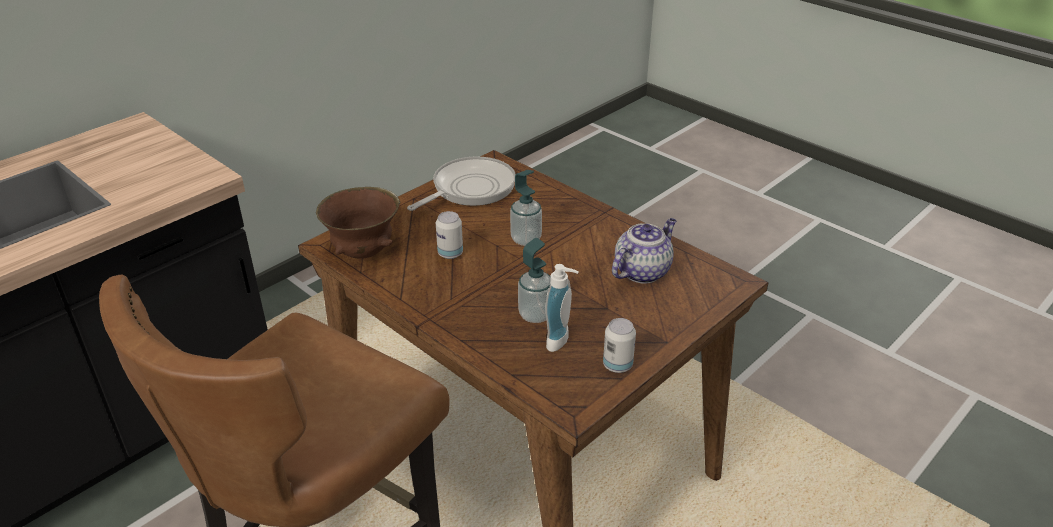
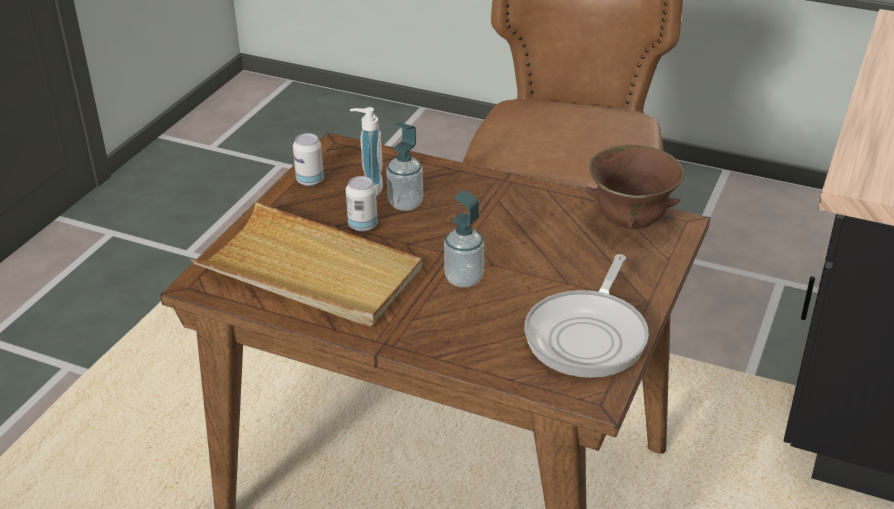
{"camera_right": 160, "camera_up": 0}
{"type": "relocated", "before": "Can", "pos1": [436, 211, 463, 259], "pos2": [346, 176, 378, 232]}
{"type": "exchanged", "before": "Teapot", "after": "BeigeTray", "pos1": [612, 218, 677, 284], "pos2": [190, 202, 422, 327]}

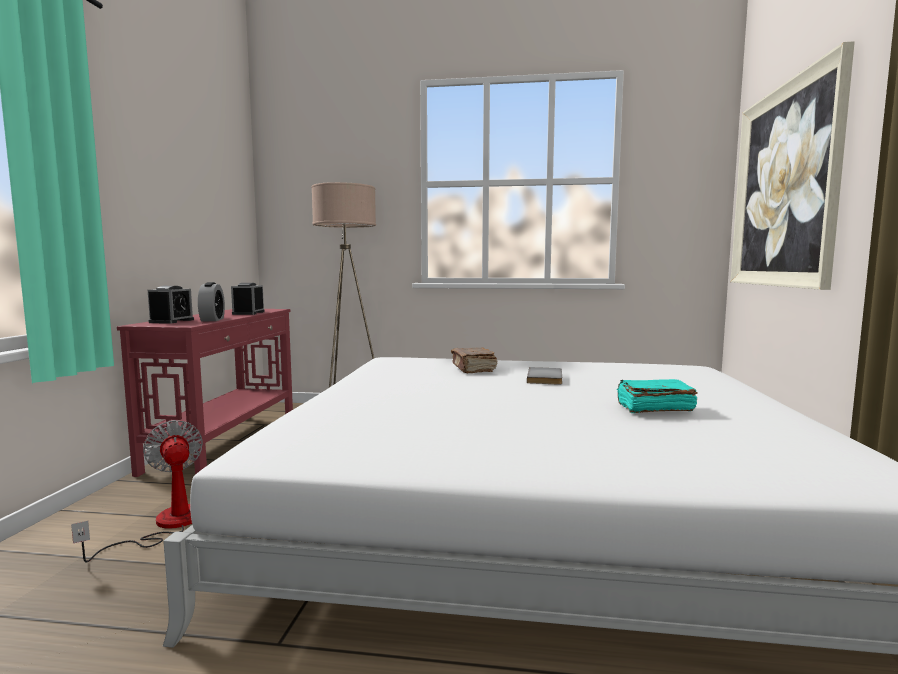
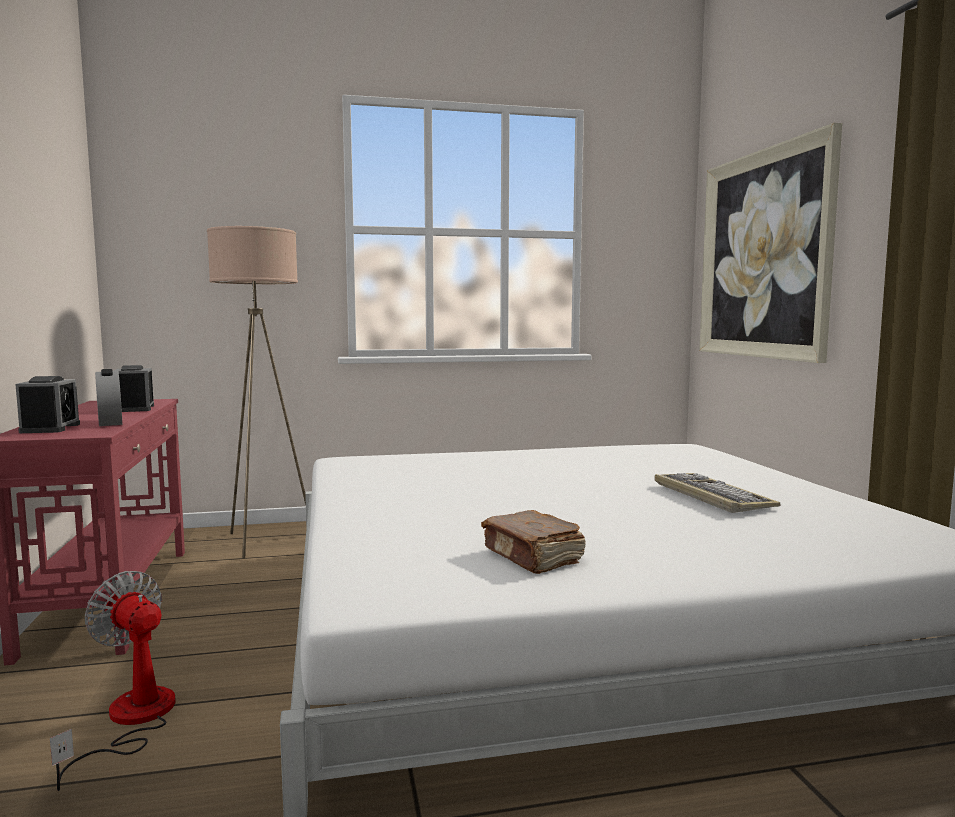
{"camera_right": -20, "camera_up": 0}
{"type": "missing", "before": "GreyBook", "pos1": [527, 367, 562, 385]}
{"type": "relocated", "before": "BrownBook", "pos1": [451, 348, 497, 373], "pos2": [481, 510, 586, 574]}
{"type": "exchanged", "before": "TurquoiseBook", "after": "Keyboard", "pos1": [617, 379, 698, 413], "pos2": [654, 473, 781, 513]}

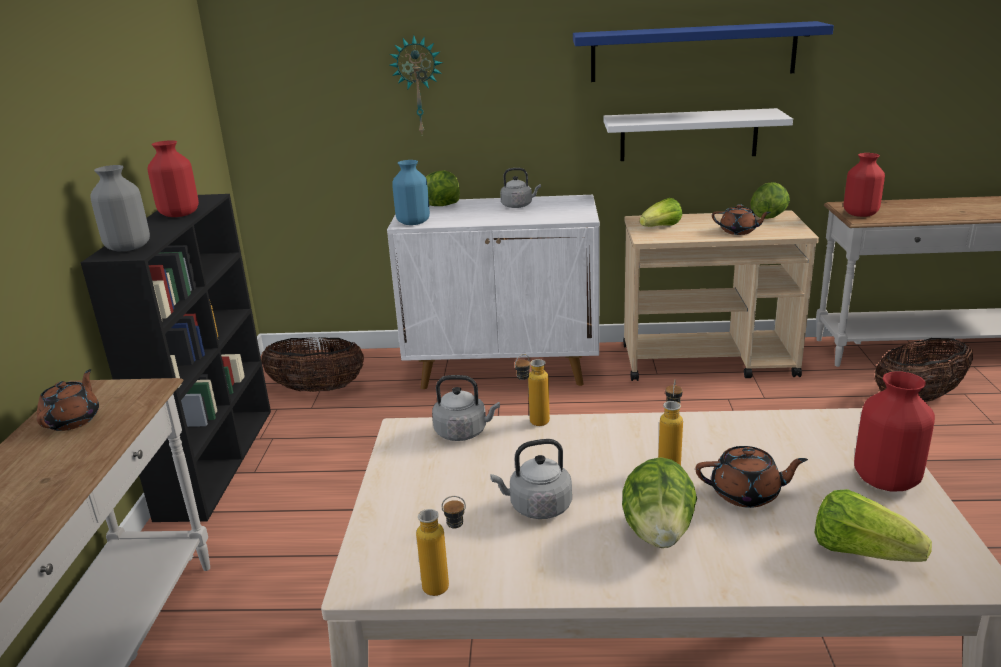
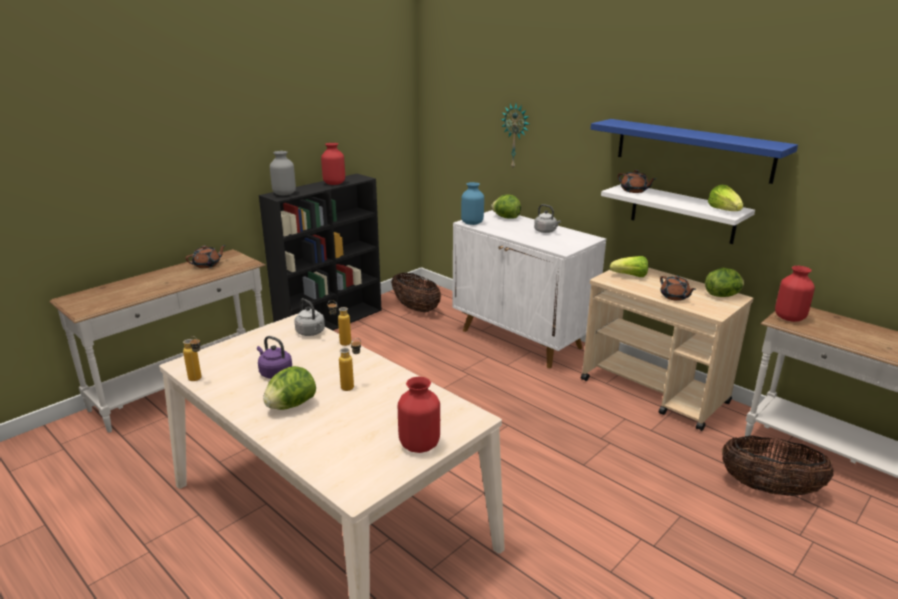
{"camera_right": 40, "camera_up": 0}
{"type": "relocated", "before": "BrownTeapot", "pos1": [695, 446, 808, 508], "pos2": [618, 170, 656, 193]}
{"type": "relocated", "before": "Lettuce", "pos1": [814, 489, 932, 562], "pos2": [708, 185, 743, 211]}
{"type": "colour", "before": "GreyKettle", "after": "PurpleKettle", "pos1": [490, 439, 572, 519], "pos2": [257, 336, 292, 379]}

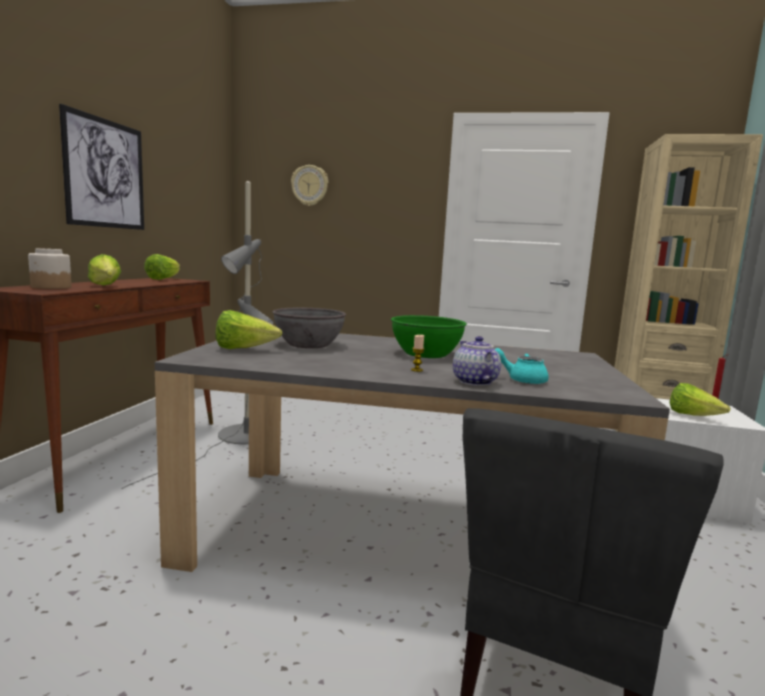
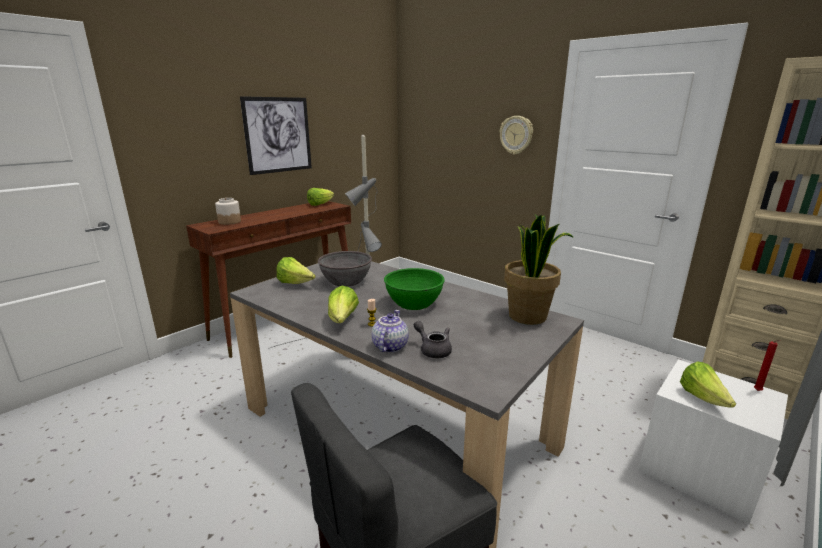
{"camera_right": 30, "camera_up": 10}
{"type": "appeared", "after": "PottedPlant", "pos2": [504, 214, 574, 325]}
{"type": "relocated", "before": "Lettuce", "pos1": [88, 254, 121, 285], "pos2": [328, 286, 359, 323]}
{"type": "relocated", "before": "WallClock", "pos1": [291, 165, 328, 206], "pos2": [500, 116, 533, 155]}
{"type": "colour", "before": "TurquoiseTeapot", "after": "GreyTeapot", "pos1": [495, 348, 549, 384], "pos2": [414, 321, 452, 358]}

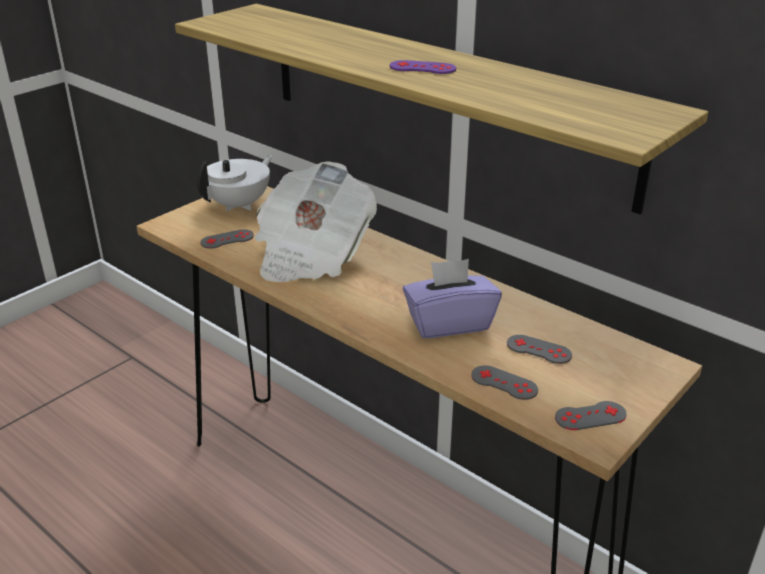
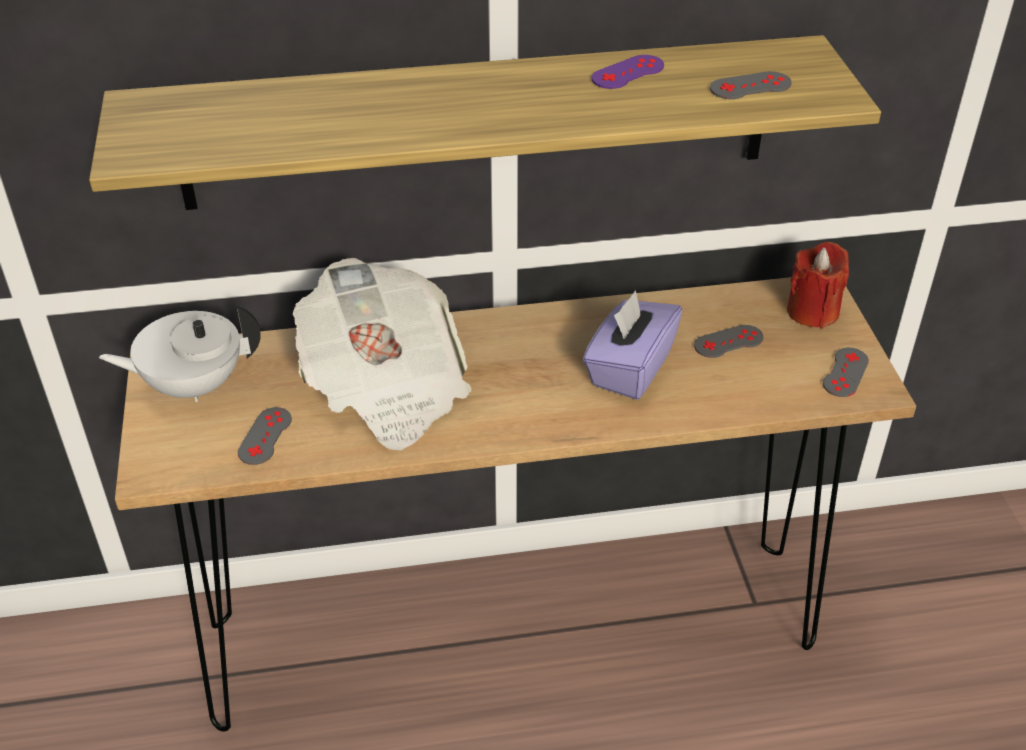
{"camera_right": -50, "camera_up": 10}
{"type": "appeared", "after": "RedCandle", "pos2": [787, 242, 849, 329]}
{"type": "relocated", "before": "PurpleGameController", "pos1": [390, 60, 456, 74], "pos2": [591, 55, 664, 89]}
{"type": "relocated", "before": "GreyGameController", "pos1": [471, 365, 538, 400], "pos2": [710, 71, 792, 99]}
{"type": "spun", "before": "WhiteTeapot", "pos1": [197, 155, 273, 211], "pos2": [99, 305, 261, 402], "turn": -90}

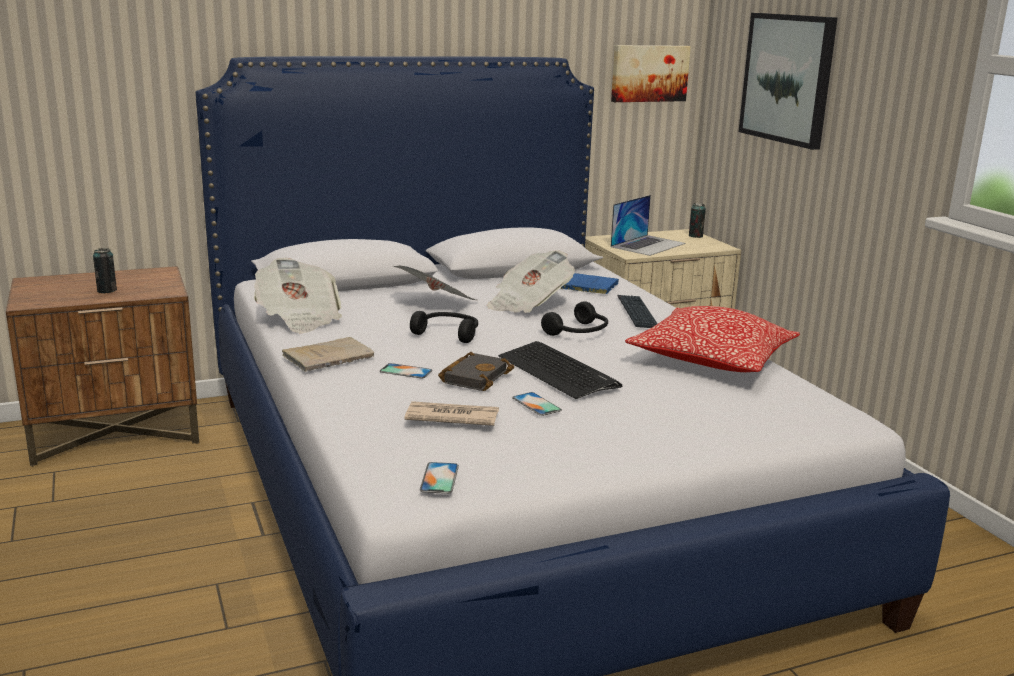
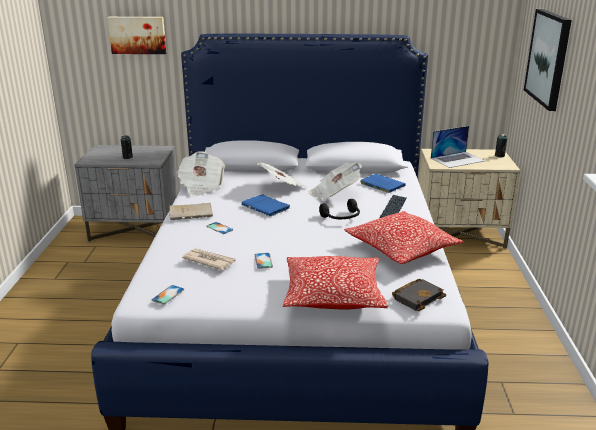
{"camera_right": 25, "camera_up": 5}
{"type": "missing", "before": "Keyboard", "pos1": [498, 341, 622, 399]}
{"type": "appeared", "after": "Pillow", "pos2": [283, 256, 388, 310]}
{"type": "relocated", "before": "BlackBook", "pos1": [438, 352, 514, 391], "pos2": [392, 279, 446, 311]}
{"type": "relocated", "before": "Picture", "pos1": [611, 45, 691, 102], "pos2": [107, 17, 166, 54]}
{"type": "exchanged", "before": "BlackHeadphones", "after": "BlueBook", "pos1": [410, 311, 478, 343], "pos2": [242, 194, 291, 216]}
{"type": "colour", "before": "BrownNightstand", "after": "GreyNightstand", "pos1": [6, 266, 199, 467], "pos2": [74, 145, 179, 242]}

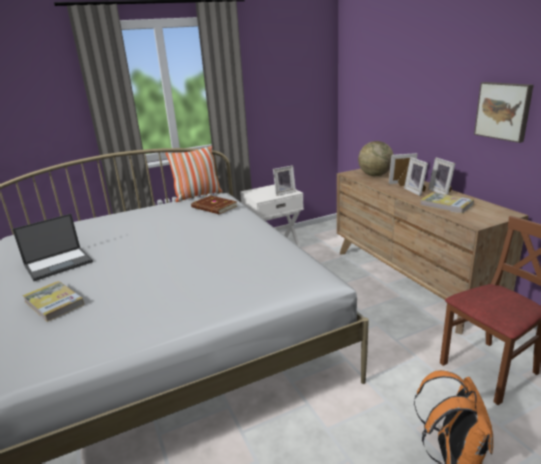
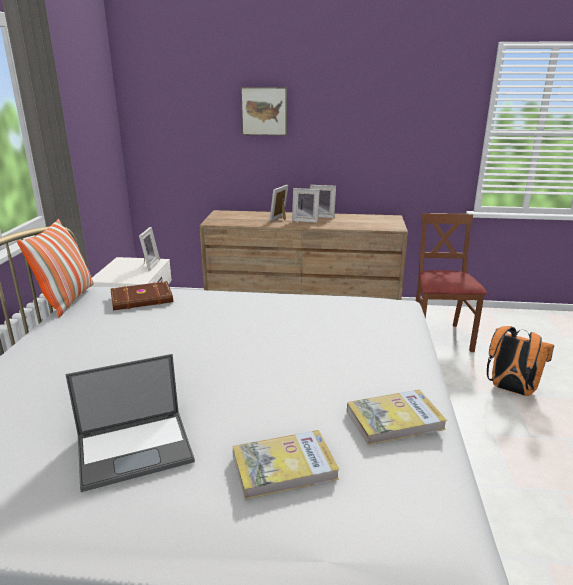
{"camera_right": -60, "camera_up": 0}
{"type": "missing", "before": "Globe", "pos1": [358, 141, 394, 176]}
{"type": "relocated", "before": "Book", "pos1": [420, 192, 474, 214], "pos2": [347, 390, 447, 445]}
{"type": "relocated", "before": "Picture", "pos1": [474, 82, 534, 143], "pos2": [241, 87, 287, 136]}
{"type": "spun", "before": "Laptop", "pos1": [12, 214, 93, 281], "pos2": [66, 354, 195, 492], "turn": 75}

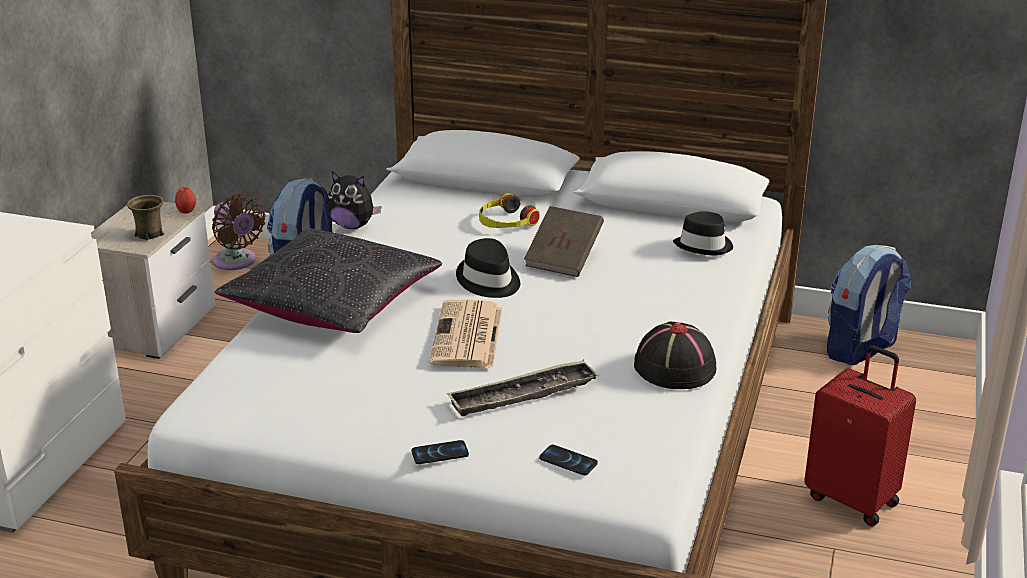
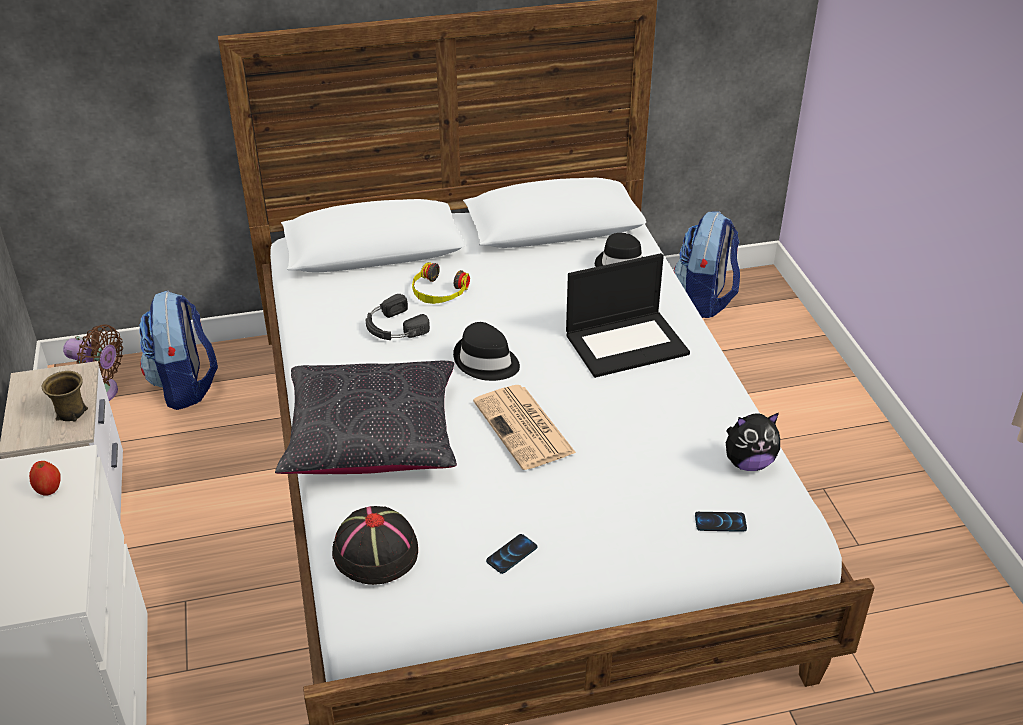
{"camera_right": -30, "camera_up": 10}
{"type": "missing", "before": "Tray", "pos1": [447, 360, 599, 416]}
{"type": "missing", "before": "BrownBook", "pos1": [524, 206, 604, 277]}
{"type": "missing", "before": "RedSuitcase", "pos1": [804, 345, 916, 526]}
{"type": "appeared", "after": "BlackHeadphones", "pos2": [366, 294, 430, 340]}
{"type": "appeared", "after": "Laptop", "pos2": [566, 253, 690, 378]}
{"type": "relocated", "before": "Apple", "pos1": [175, 187, 196, 214], "pos2": [29, 461, 61, 496]}
{"type": "relocated", "before": "PlushToy", "pos1": [327, 170, 381, 229], "pos2": [726, 413, 780, 471]}
{"type": "relocated", "before": "Phone", "pos1": [411, 440, 469, 464], "pos2": [486, 534, 538, 574]}
{"type": "relocated", "before": "BlackHat", "pos1": [634, 321, 716, 389], "pos2": [332, 506, 418, 585]}

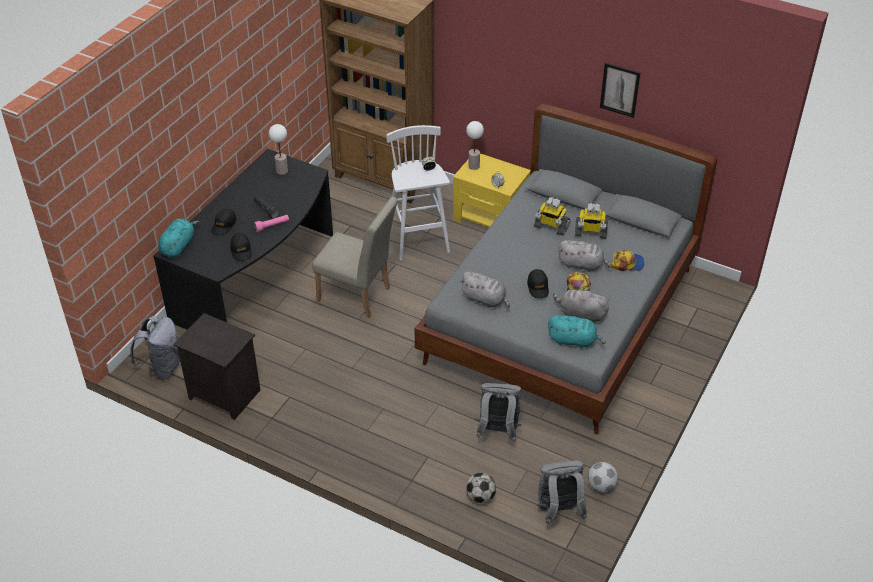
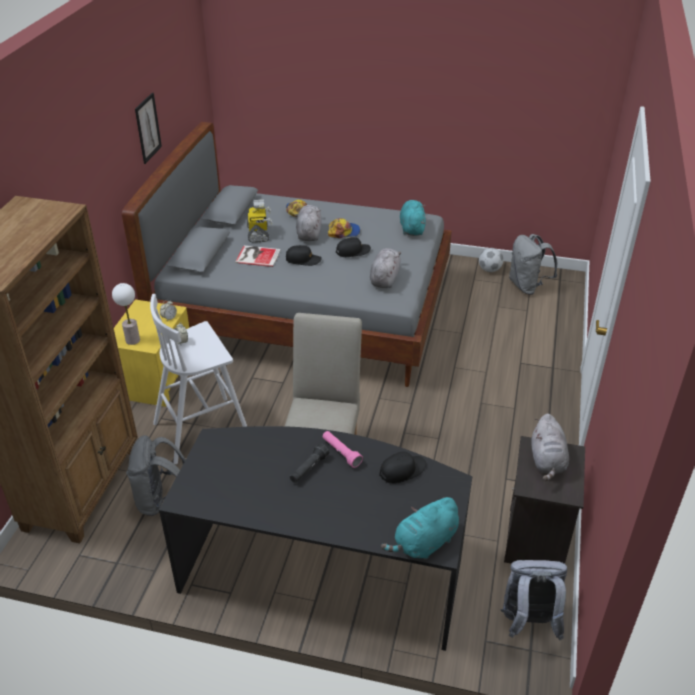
{"camera_right": -105, "camera_up": -5}
{"type": "missing", "before": "TableLamp", "pos1": [269, 124, 288, 175]}
{"type": "missing", "before": "Football", "pos1": [466, 473, 496, 503]}
{"type": "relocated", "before": "BlackCap", "pos1": [211, 209, 237, 235], "pos2": [286, 245, 322, 266]}
{"type": "relocated", "before": "GreyBackpack", "pos1": [475, 383, 522, 442], "pos2": [126, 435, 186, 516]}
{"type": "relocated", "before": "GreyPlushToy", "pos1": [553, 287, 609, 323], "pos2": [531, 414, 569, 481]}
{"type": "exchanged", "before": "ToyRobot", "after": "Book", "pos1": [534, 197, 571, 236], "pos2": [235, 245, 281, 267]}
{"type": "spun", "before": "TurquoisePlushToy", "pos1": [158, 219, 199, 257], "pos2": [381, 497, 459, 559], "turn": -45}

